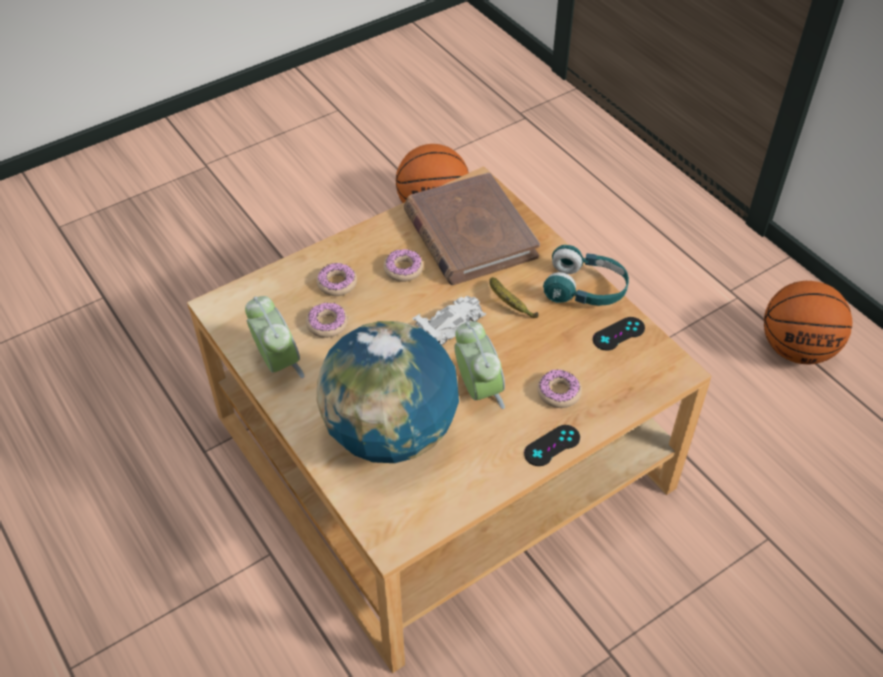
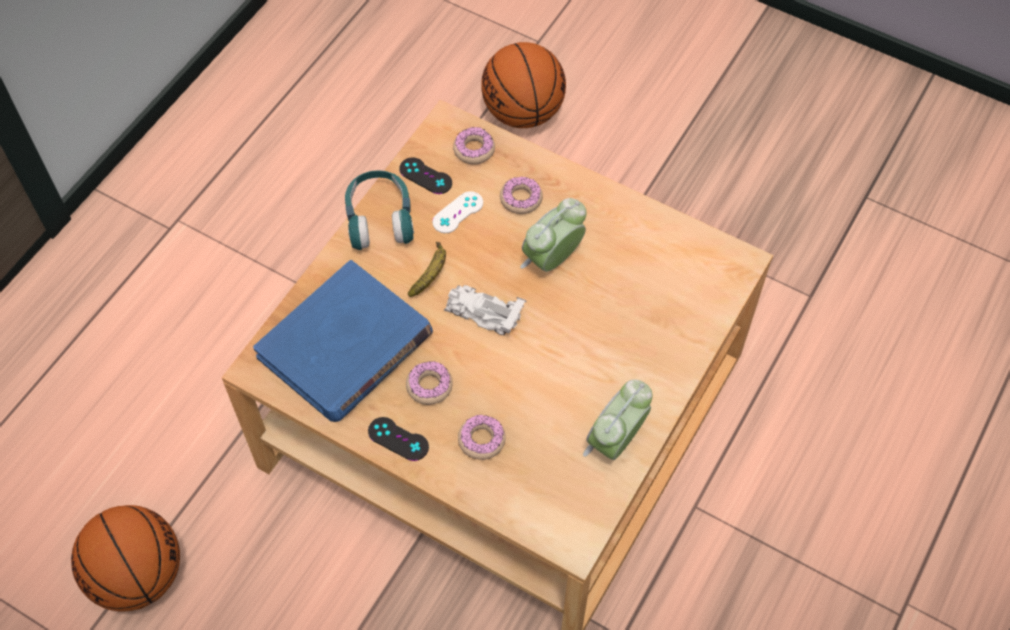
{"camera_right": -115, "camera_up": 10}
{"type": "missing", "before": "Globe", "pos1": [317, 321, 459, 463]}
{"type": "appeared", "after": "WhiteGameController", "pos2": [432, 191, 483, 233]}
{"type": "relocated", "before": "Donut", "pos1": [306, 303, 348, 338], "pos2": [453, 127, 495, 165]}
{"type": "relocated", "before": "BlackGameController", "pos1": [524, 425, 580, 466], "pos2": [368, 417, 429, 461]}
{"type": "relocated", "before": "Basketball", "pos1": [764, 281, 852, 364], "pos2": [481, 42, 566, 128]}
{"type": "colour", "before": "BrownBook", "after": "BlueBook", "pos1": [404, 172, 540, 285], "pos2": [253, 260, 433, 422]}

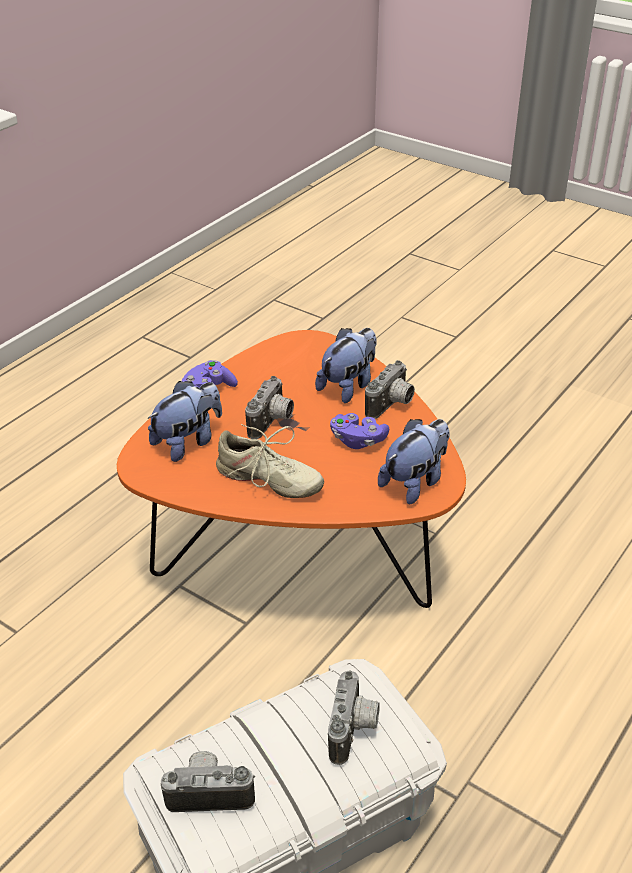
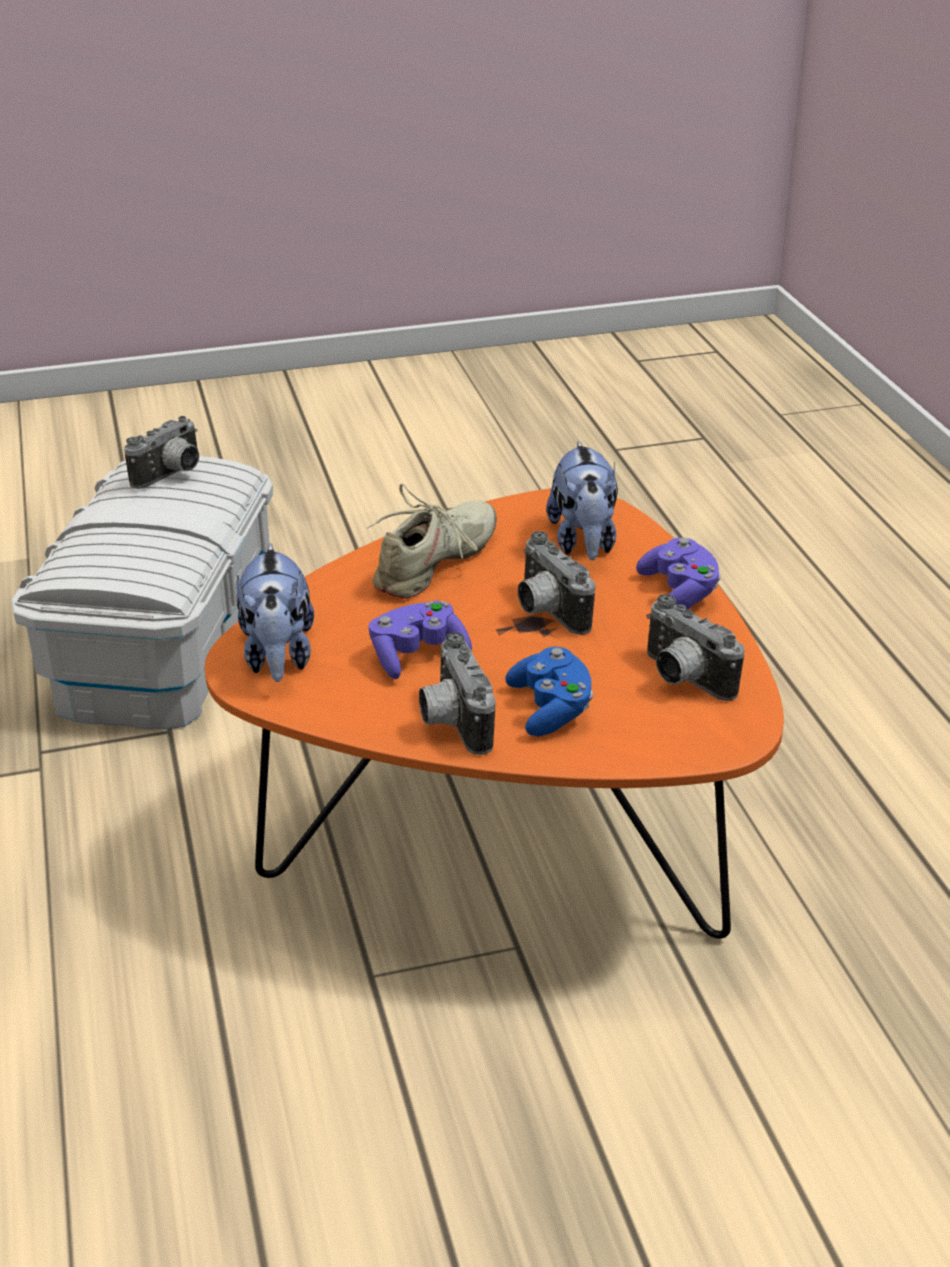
{"camera_right": 130, "camera_up": -5}
{"type": "relocated", "before": "PhotoCamera", "pos1": [328, 670, 380, 765], "pos2": [647, 594, 745, 701]}
{"type": "exchanged", "before": "PlushToy", "after": "BlueGameController", "pos1": [315, 328, 377, 403], "pos2": [505, 647, 593, 736]}
{"type": "spun", "before": "BeigeShoe", "pos1": [216, 424, 324, 498], "pos2": [366, 484, 497, 599], "turn": 150}

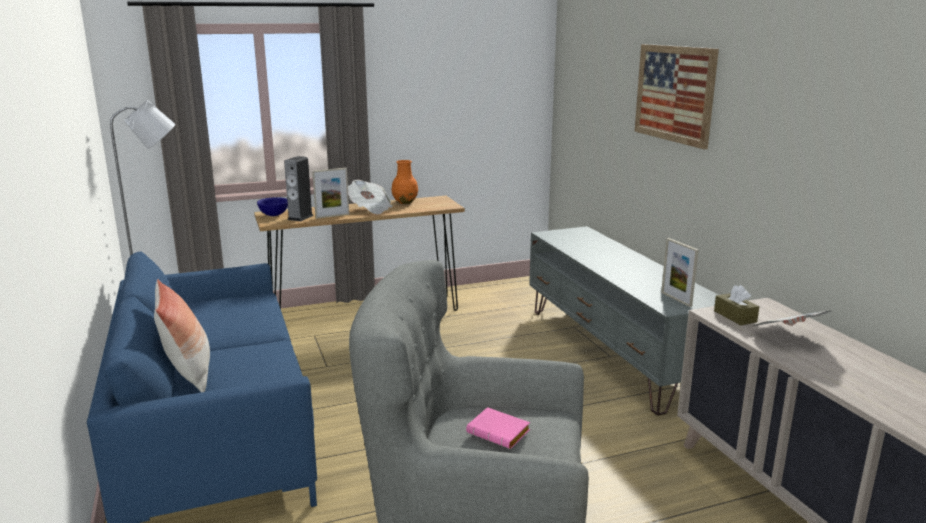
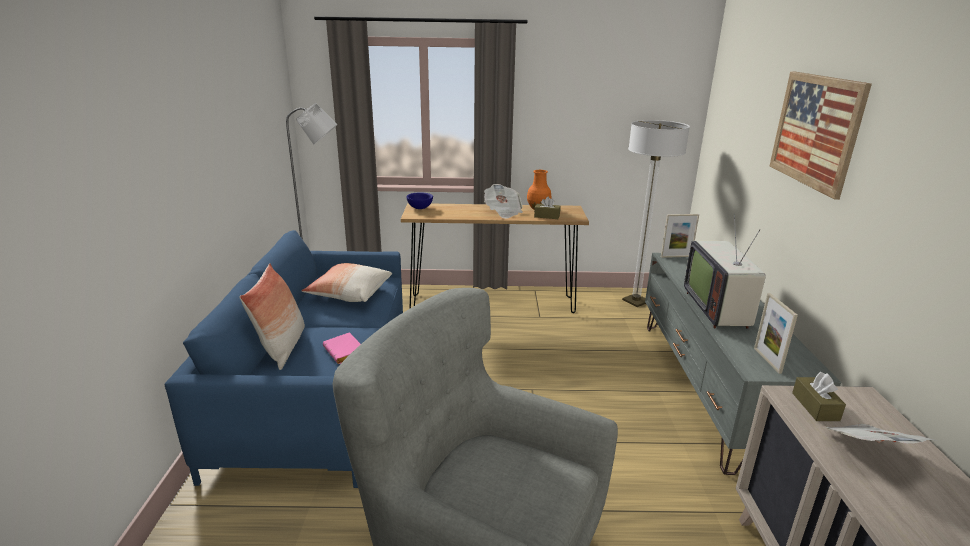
{"camera_right": 20, "camera_up": 5}
{"type": "missing", "before": "Speaker", "pos1": [284, 156, 314, 221]}
{"type": "appeared", "after": "Pillow", "pos2": [302, 263, 392, 302]}
{"type": "appeared", "after": "BrownTissueBox", "pos2": [534, 197, 560, 219]}
{"type": "appeared", "after": "FloorLamp", "pos2": [622, 120, 690, 307]}
{"type": "appeared", "after": "Television", "pos2": [684, 214, 766, 329]}
{"type": "relocated", "before": "PictureFrame", "pos1": [312, 168, 349, 219], "pos2": [661, 214, 699, 258]}
{"type": "relocated", "before": "PinkBook", "pos1": [466, 407, 530, 449], "pos2": [323, 332, 361, 364]}

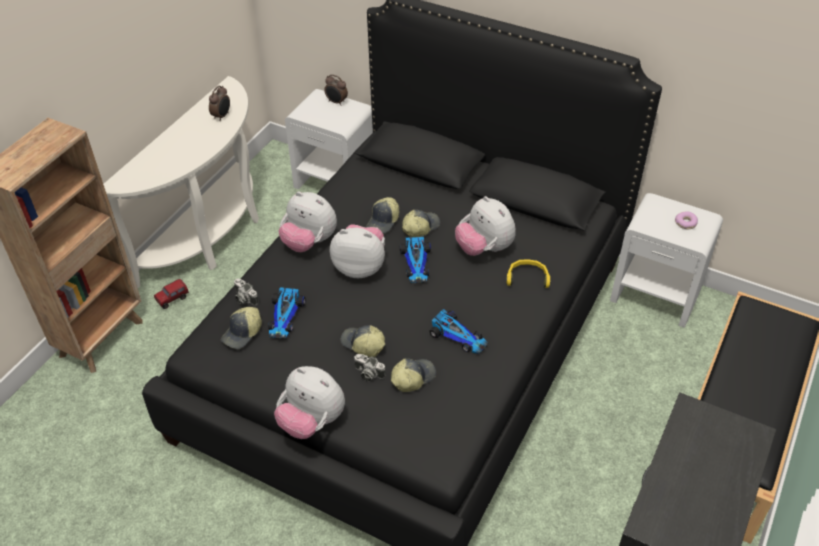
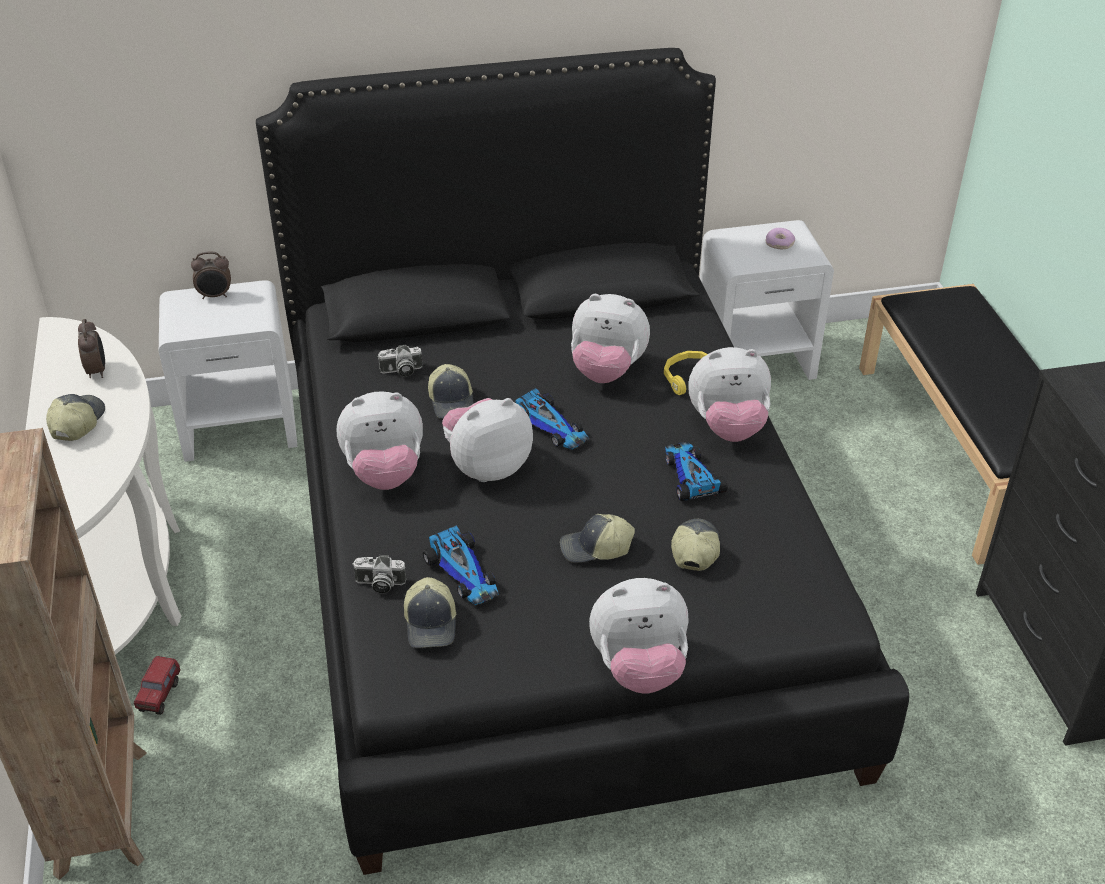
{"camera_right": -40, "camera_up": -5}
{"type": "appeared", "after": "PlushToy", "pos2": [688, 347, 771, 442]}
{"type": "relocated", "before": "PhotoCamera", "pos1": [354, 354, 386, 381], "pos2": [377, 345, 423, 377]}
{"type": "relocated", "before": "Cap", "pos1": [402, 210, 440, 237], "pos2": [46, 394, 105, 441]}
{"type": "spun", "before": "ToyCar", "pos1": [429, 309, 488, 354], "pos2": [665, 442, 728, 501], "turn": -105}

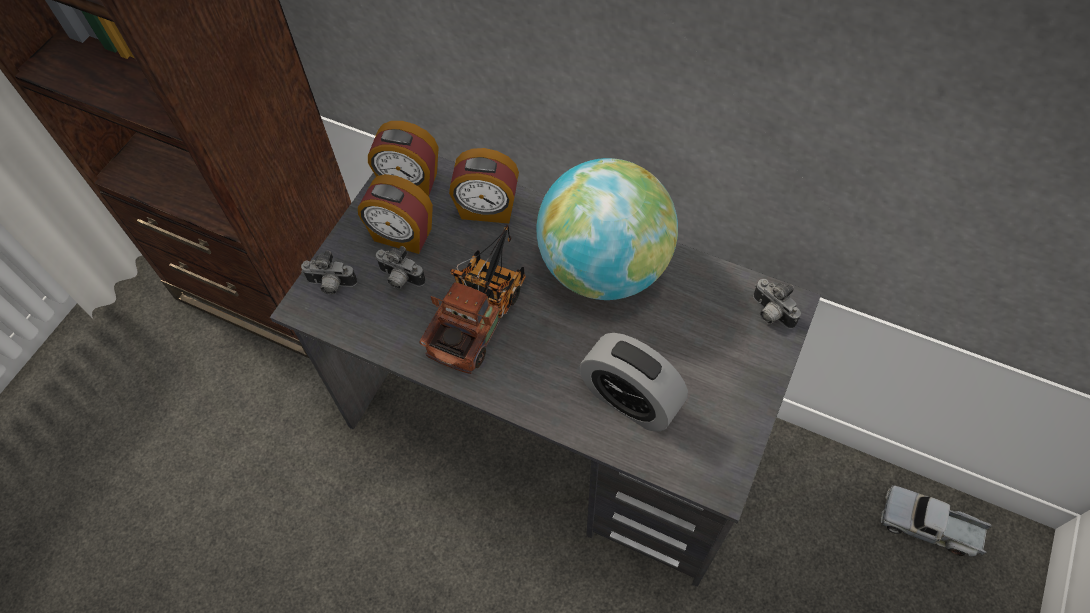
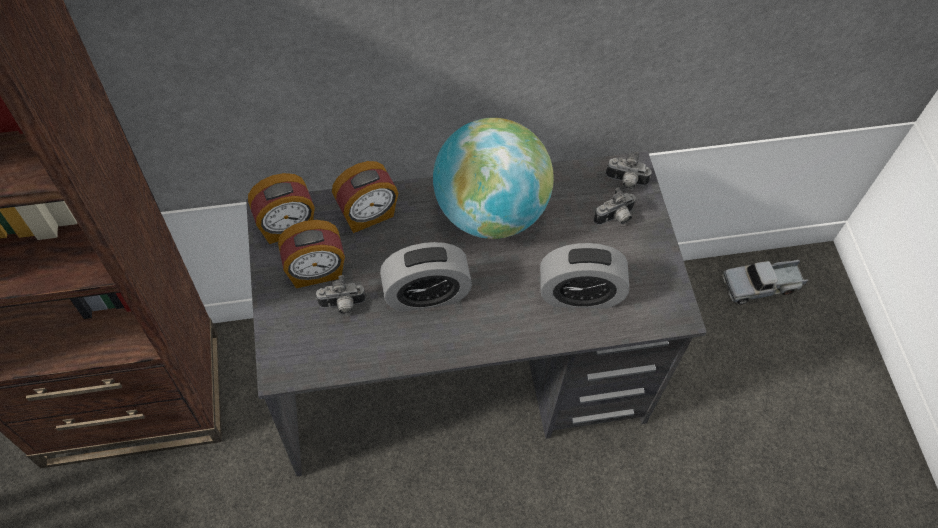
{"camera_right": -40, "camera_up": 0}
{"type": "relocated", "before": "PhotoCamera", "pos1": [301, 251, 357, 295], "pos2": [593, 187, 636, 225]}
{"type": "exchanged", "before": "ToyTruck", "after": "AlarmClock", "pos1": [419, 225, 526, 374], "pos2": [380, 242, 472, 312]}

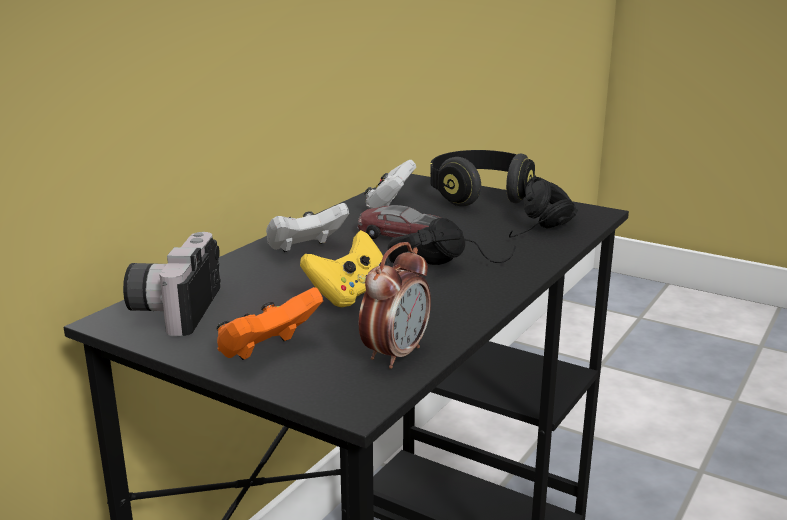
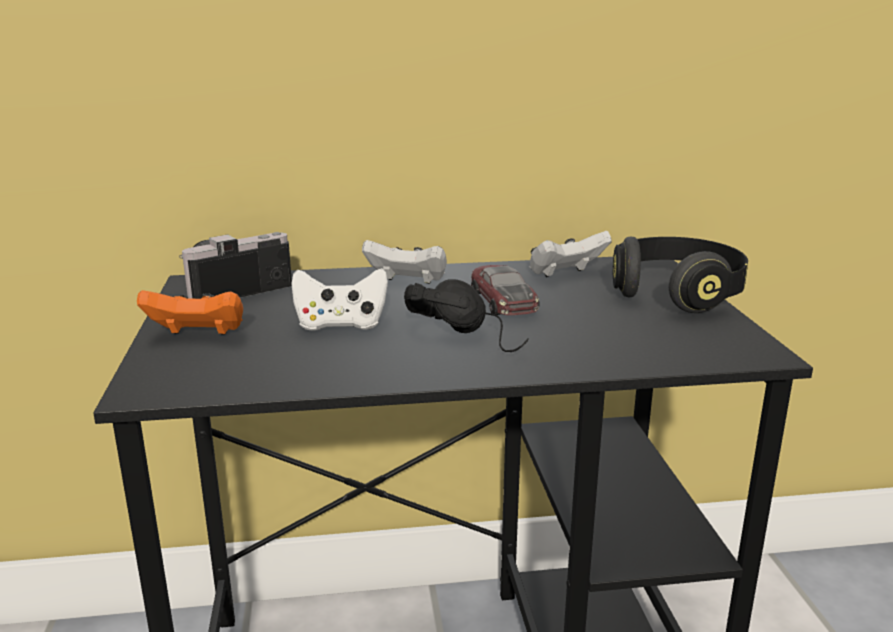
{"camera_right": 50, "camera_up": 0}
{"type": "missing", "before": "AlarmClock", "pos1": [358, 242, 431, 369]}
{"type": "missing", "before": "BlackHeadphones", "pos1": [509, 175, 578, 238]}
{"type": "colour", "before": "YellowGameController", "after": "WhiteGameController", "pos1": [300, 230, 390, 307], "pos2": [291, 268, 388, 331]}

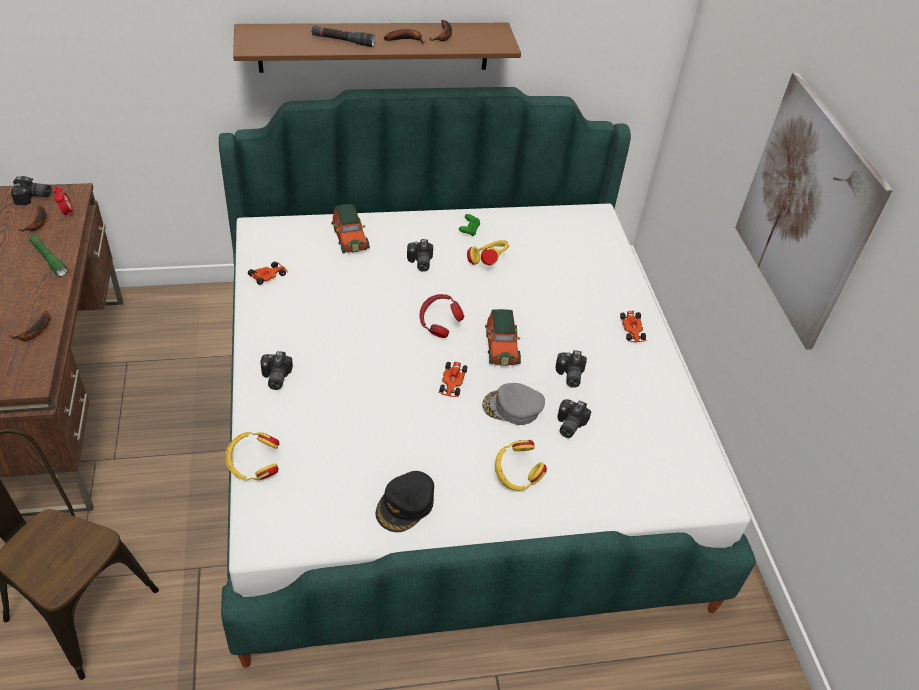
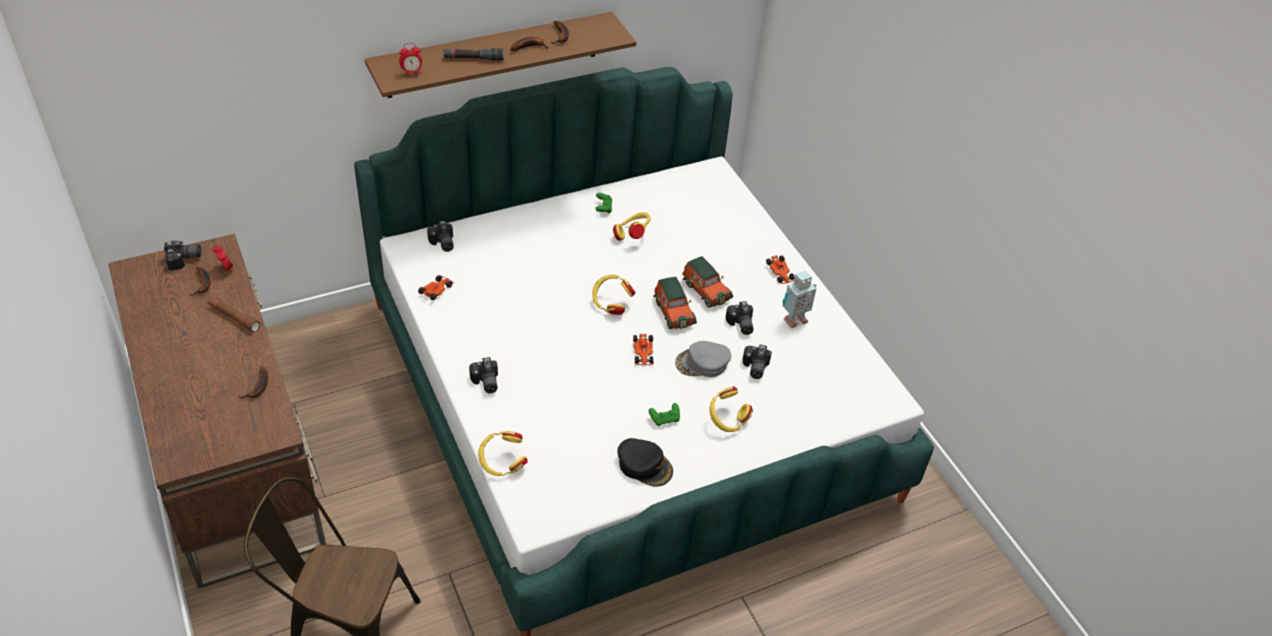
{"camera_right": -15, "camera_up": 0}
{"type": "missing", "before": "Picture", "pos1": [735, 73, 893, 350]}
{"type": "appeared", "after": "AlarmClock", "pos2": [399, 43, 422, 76]}
{"type": "appeared", "after": "GreenGameController", "pos2": [649, 403, 680, 426]}
{"type": "appeared", "after": "ToyRobot", "pos2": [783, 271, 817, 328]}
{"type": "relocated", "before": "ToyCar", "pos1": [332, 204, 370, 253], "pos2": [682, 256, 733, 308]}
{"type": "relocated", "before": "PhotoCamera", "pos1": [407, 239, 433, 272], "pos2": [427, 221, 454, 252]}
{"type": "colour", "before": "GreenFlashlight", "after": "BrownFlashlight", "pos1": [29, 235, 68, 277], "pos2": [207, 297, 260, 332]}
{"type": "colour", "before": "RedHeadphones", "after": "YellowHeadphones", "pos1": [420, 294, 464, 338], "pos2": [592, 275, 635, 315]}
{"type": "spun", "before": "BlackCap", "pos1": [375, 471, 434, 532], "pos2": [617, 438, 673, 487], "turn": -75}

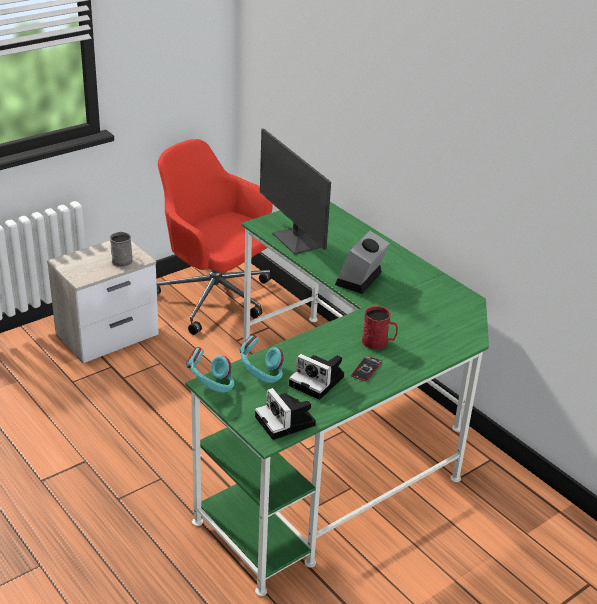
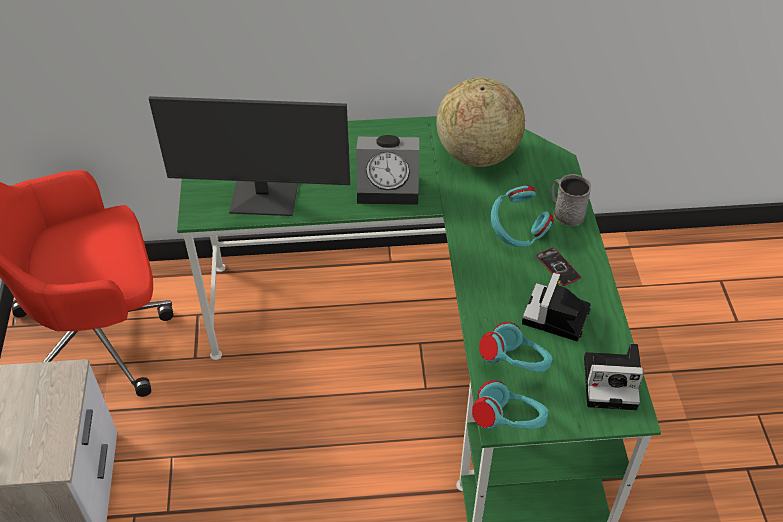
{"camera_right": -55, "camera_up": 15}
{"type": "appeared", "after": "Globe", "pos2": [436, 77, 525, 167]}
{"type": "relocated", "before": "GreyMug", "pos1": [110, 232, 132, 267], "pos2": [551, 174, 591, 226]}
{"type": "exchanged", "before": "RedMug", "after": "TurquoiseHeadphones", "pos1": [362, 306, 398, 350], "pos2": [490, 185, 554, 247]}
{"type": "spun", "before": "PhotoCamera", "pos1": [289, 354, 344, 400], "pos2": [522, 273, 591, 341], "turn": 135}
{"type": "spun", "before": "AlarmClock", "pos1": [335, 231, 390, 294], "pos2": [356, 135, 419, 205], "turn": -60}

